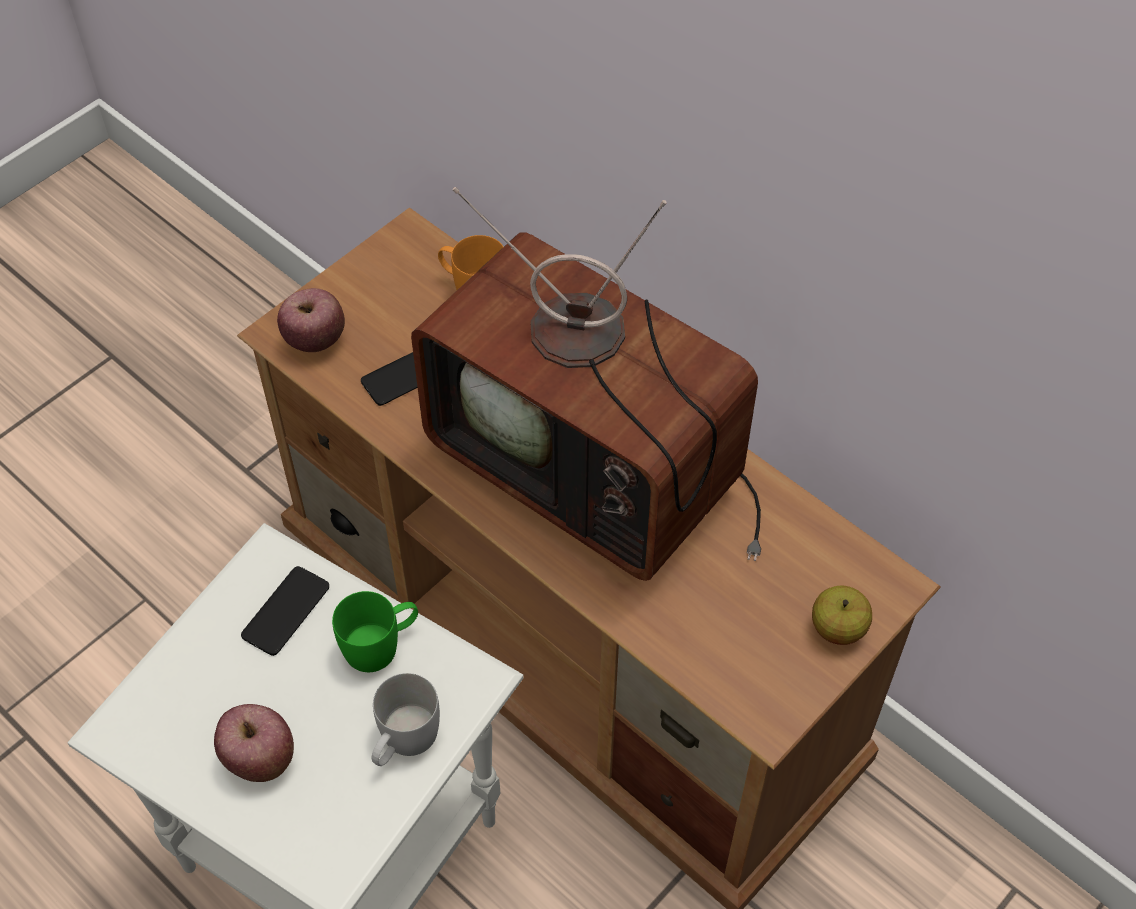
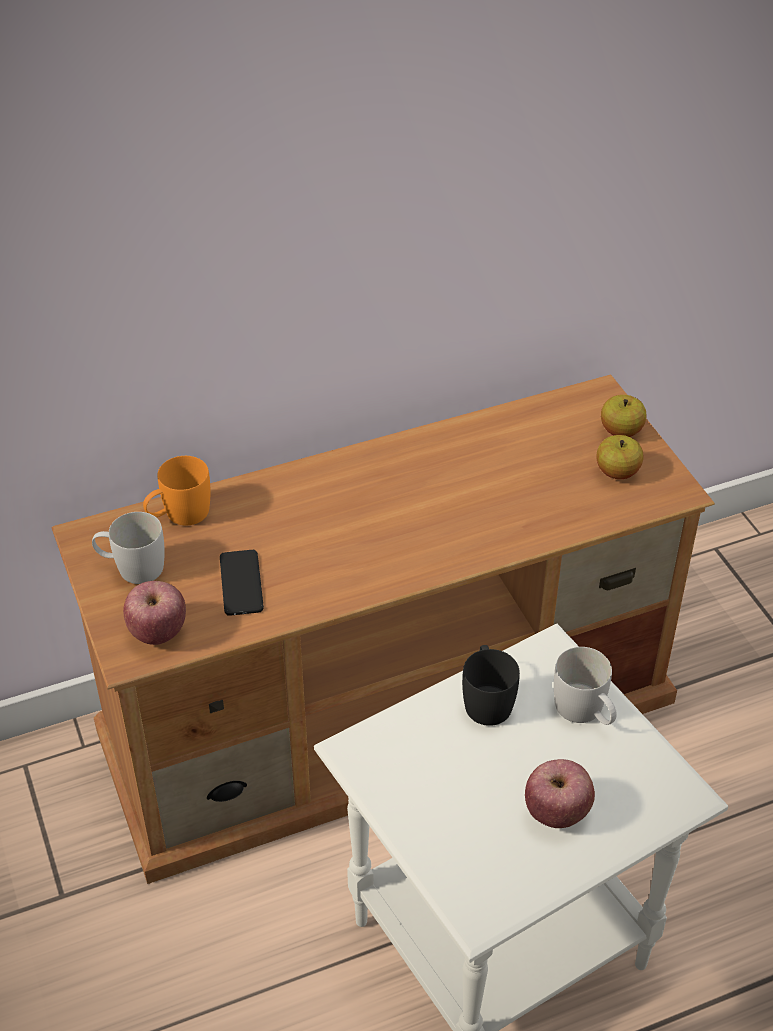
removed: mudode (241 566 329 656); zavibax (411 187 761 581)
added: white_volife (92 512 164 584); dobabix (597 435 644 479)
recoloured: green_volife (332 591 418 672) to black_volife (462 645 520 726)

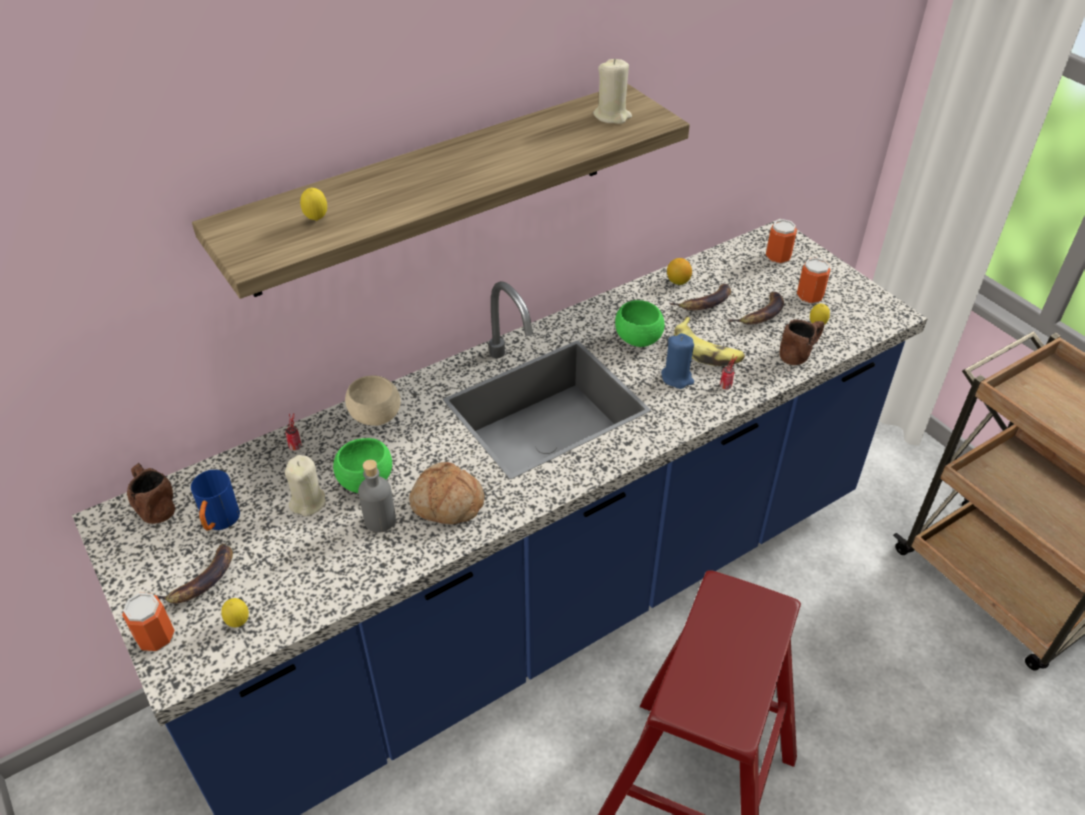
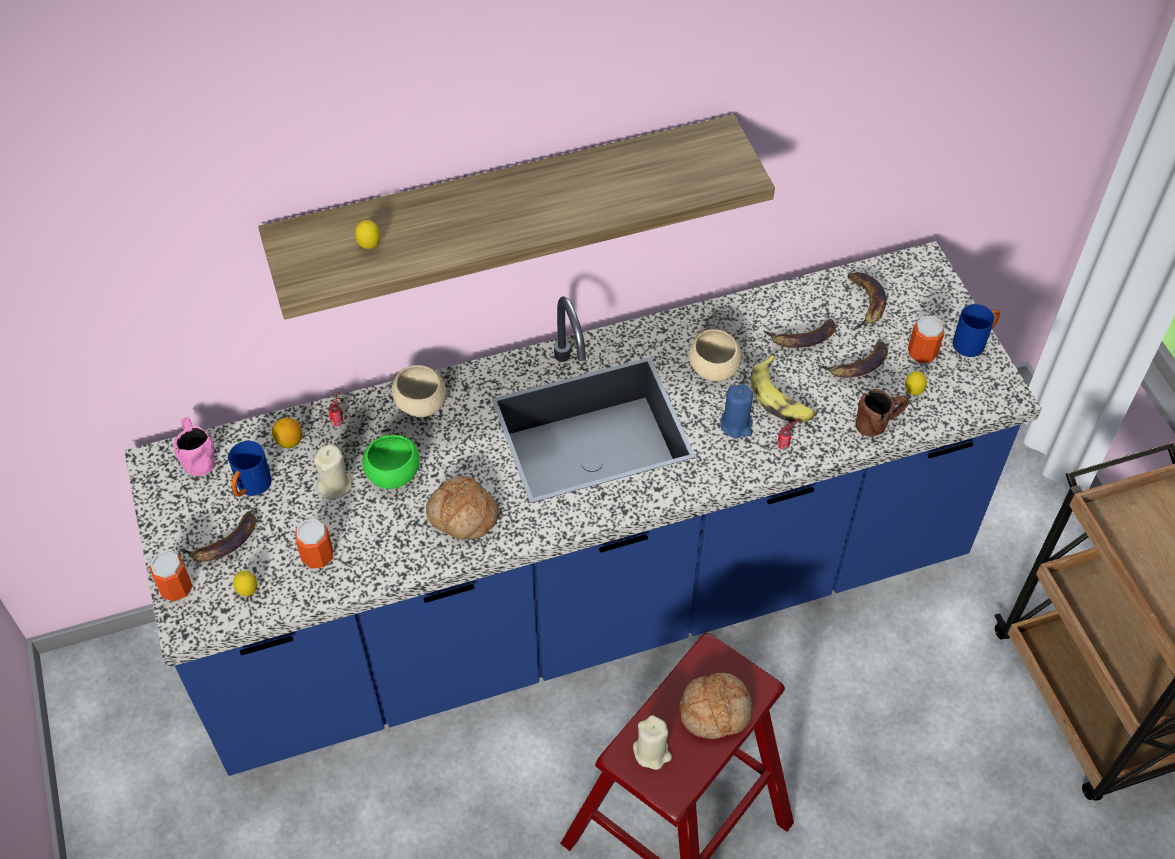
removed: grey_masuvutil (358 460 396 533)
added: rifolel (679 673 752 739); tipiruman (847 272 886 330); blue_volife (952 304 1000 357)
moved: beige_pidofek (593 58 632 124) to (633 715 672 770); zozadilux (667 258 692 285) to (272 418 302 448); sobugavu (766 219 797 264) to (295 519 333 569)
recoloured: brown_volife (127 463 175 524) to pink_volife (173 417 215 476); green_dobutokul (615 300 665 347) to beige_dobutokul (689 329 741 381)

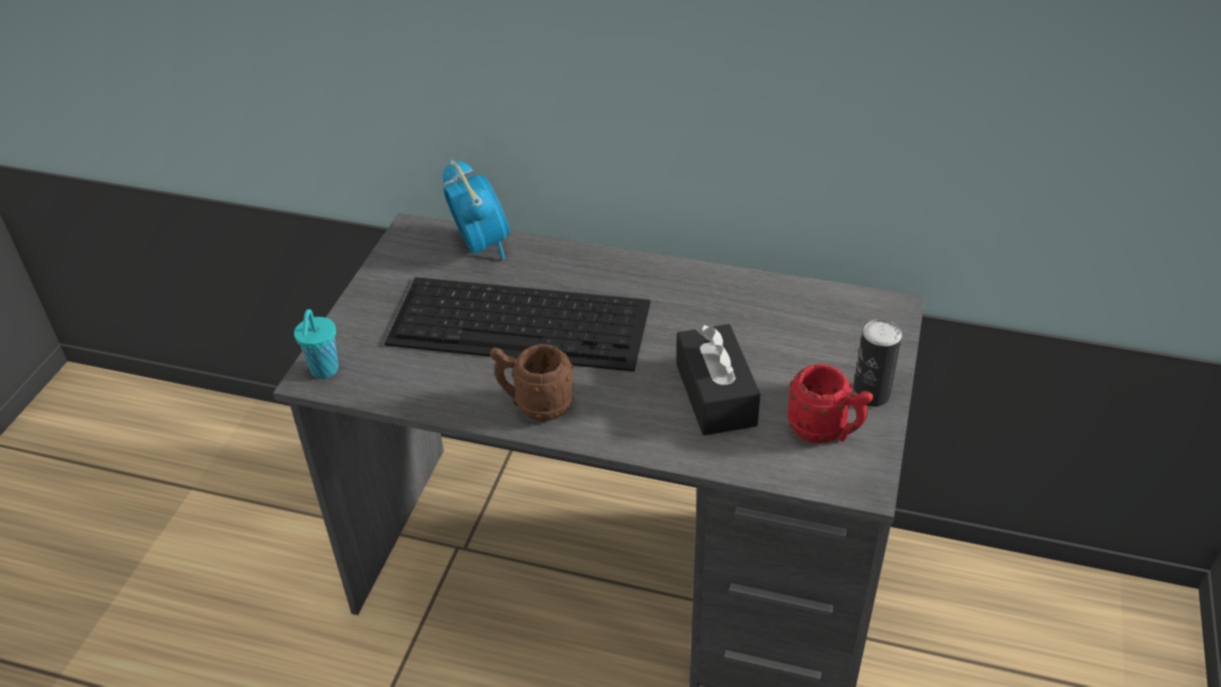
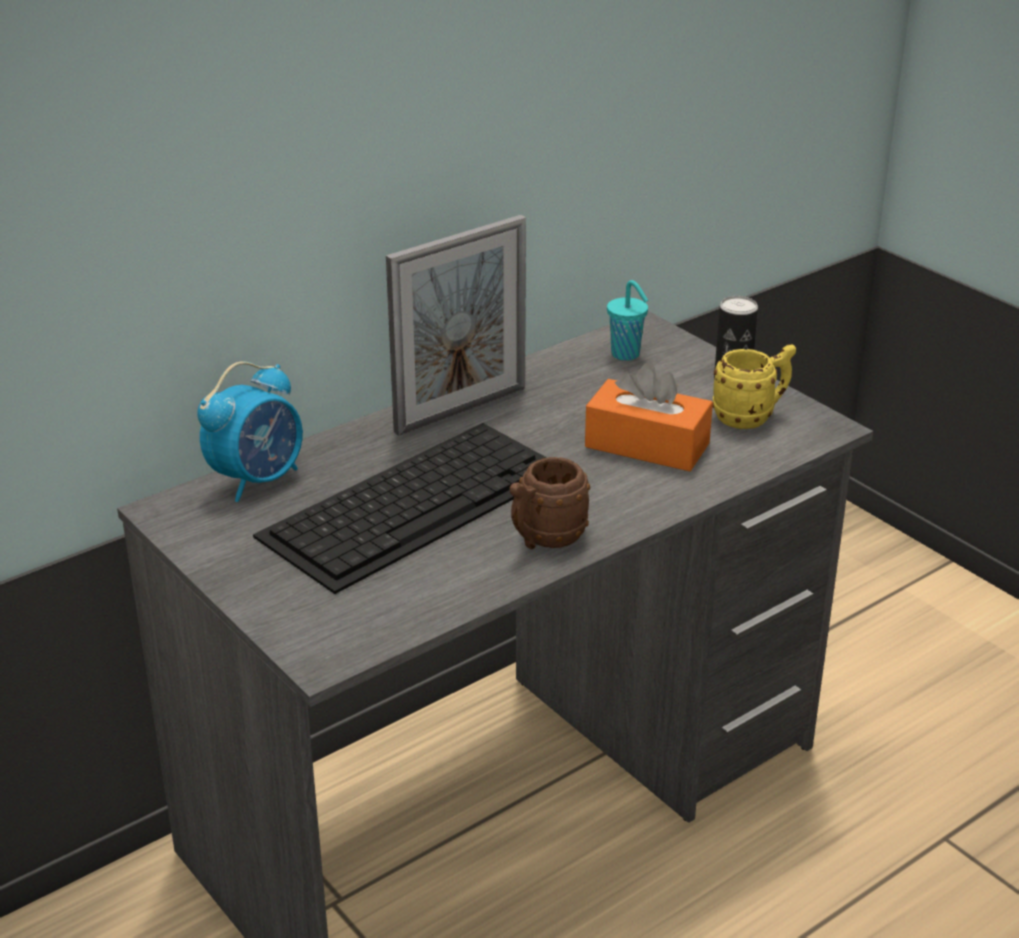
added: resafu (386 215 526 436)
moved: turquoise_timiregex (294 309 339 378) to (607 280 648 361)
recoloured: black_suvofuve (676 324 760 436) to orange_suvofuve (585 362 713 471); red_volife (787 364 873 443) to yellow_volife (713 344 796 429)
turned: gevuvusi (442 159 510 260) = (197 361 303 502) 120 degrees clockwise

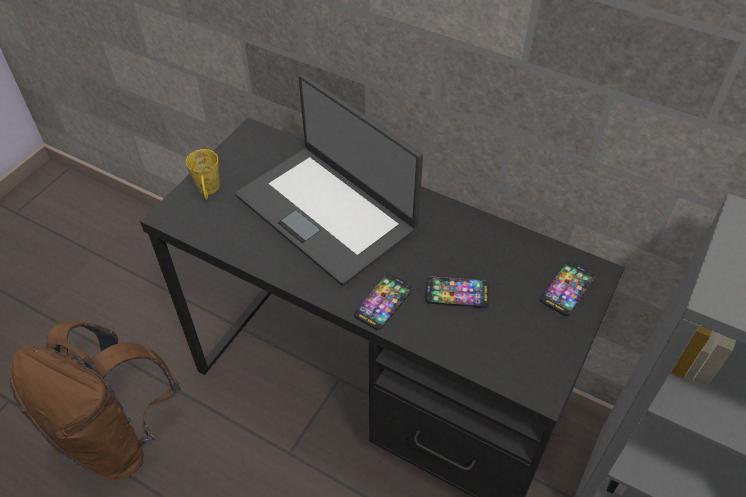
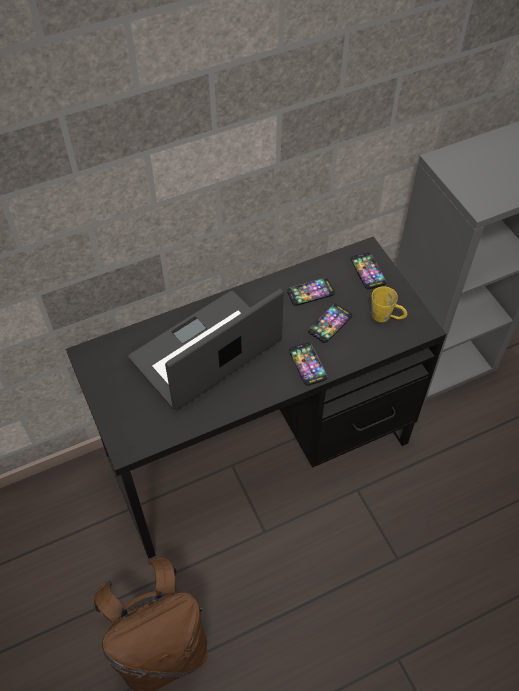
added: mudode (287 278 335 306)
moved: yellow_volife (186 149 220 200) to (371 286 407 322)
turned: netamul (235 74 423 286) = (128 288 284 410) 150 degrees clockwise

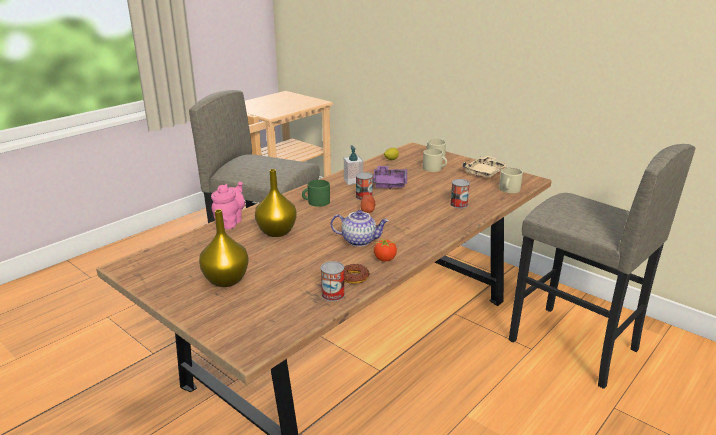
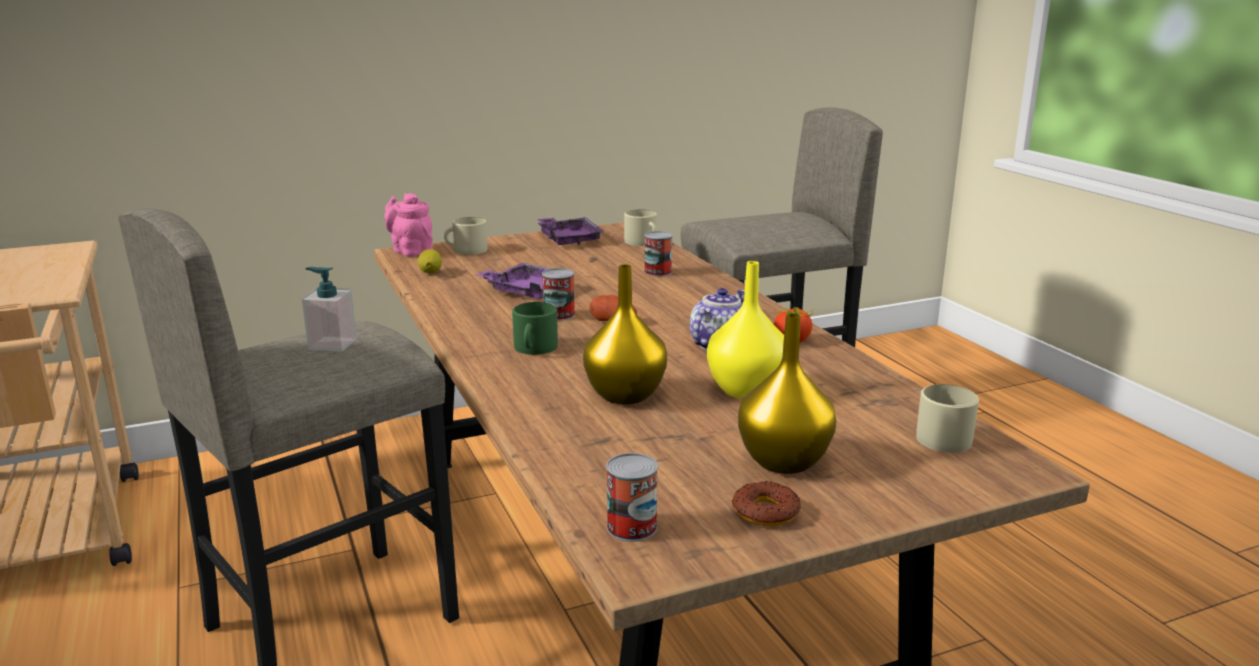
added: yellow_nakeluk (707 261 784 399)
moved: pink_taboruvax (211 182 245 229) to (384 193 433 257); sobugavu (321 261 345 301) to (606 453 658 542); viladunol (344 145 363 185) to (302 267 357 352); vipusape (344 264 370 284) to (732 481 801 526); beige_volife (423 149 447 172) to (916 384 979 453)
recoloured: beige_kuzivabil (463 156 508 178) to purple_kuzivabil (538 217 605 245)

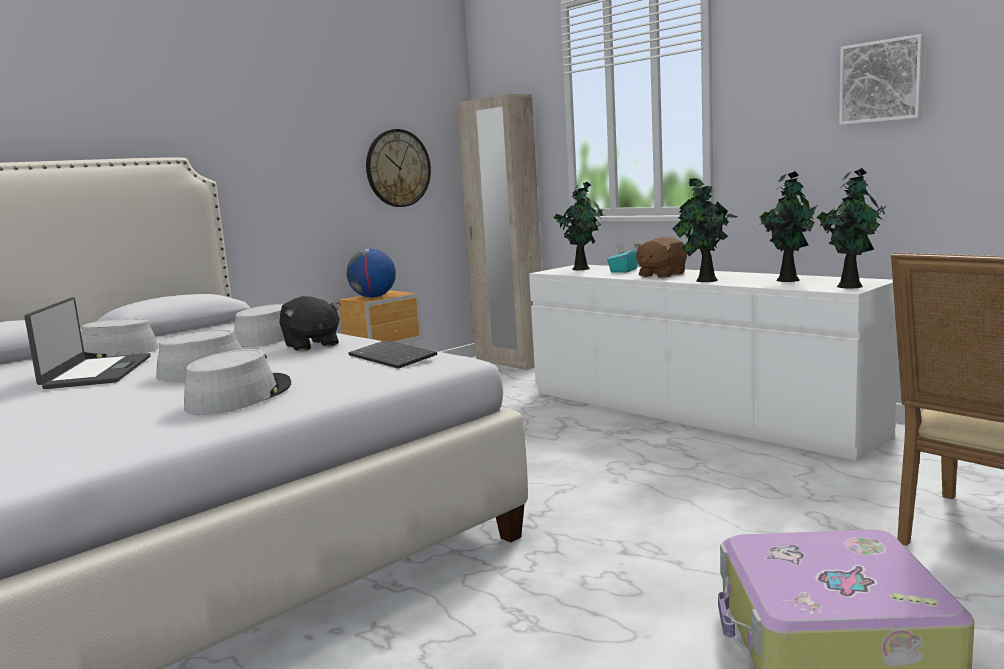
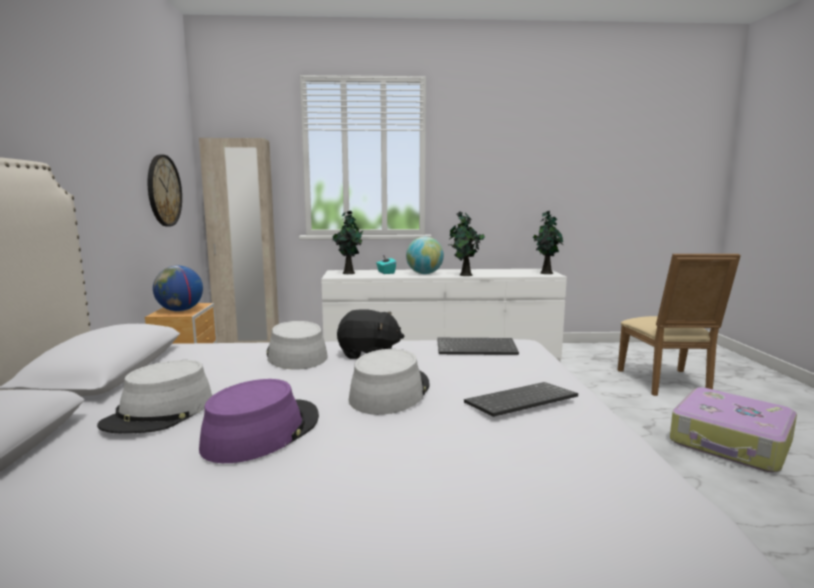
removed: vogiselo (759 171 817 282); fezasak (839 34 925 125)
replaced: netamul (24 297 151 389) to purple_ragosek (199 379 319 463); grey_ragosek (184 349 291 415) to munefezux (464 382 578 417); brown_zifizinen (635 237 687 278) to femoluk (406 237 444 274)

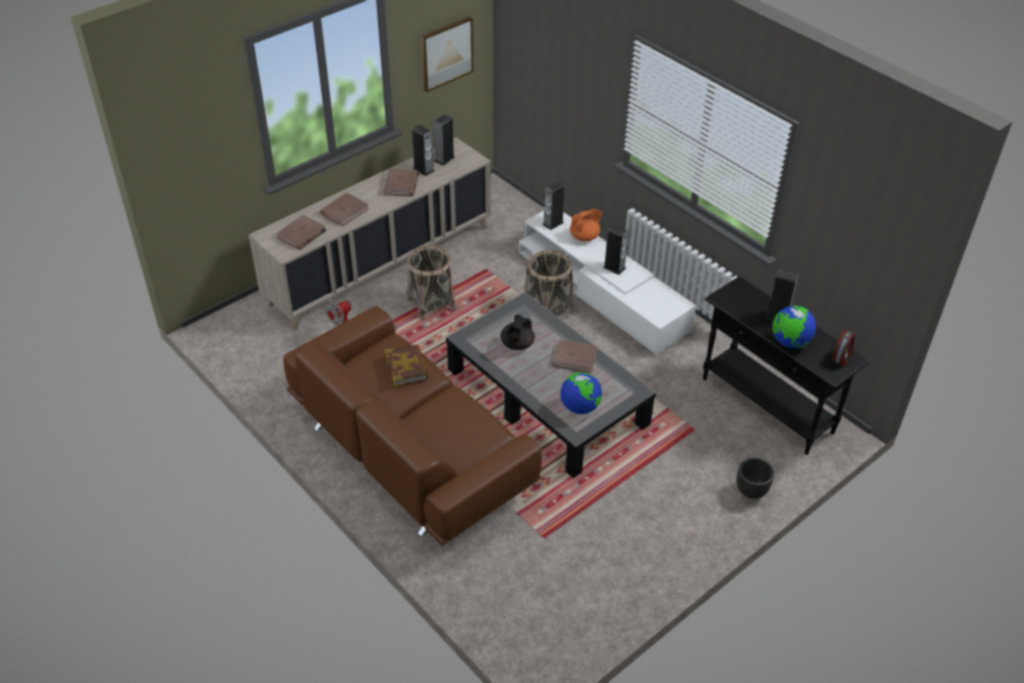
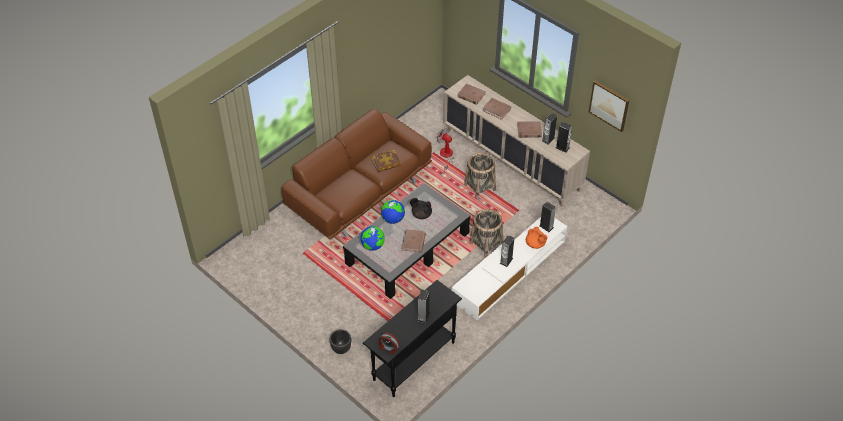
moved: femoluk (772 306 816 348) to (381 200 405 224)

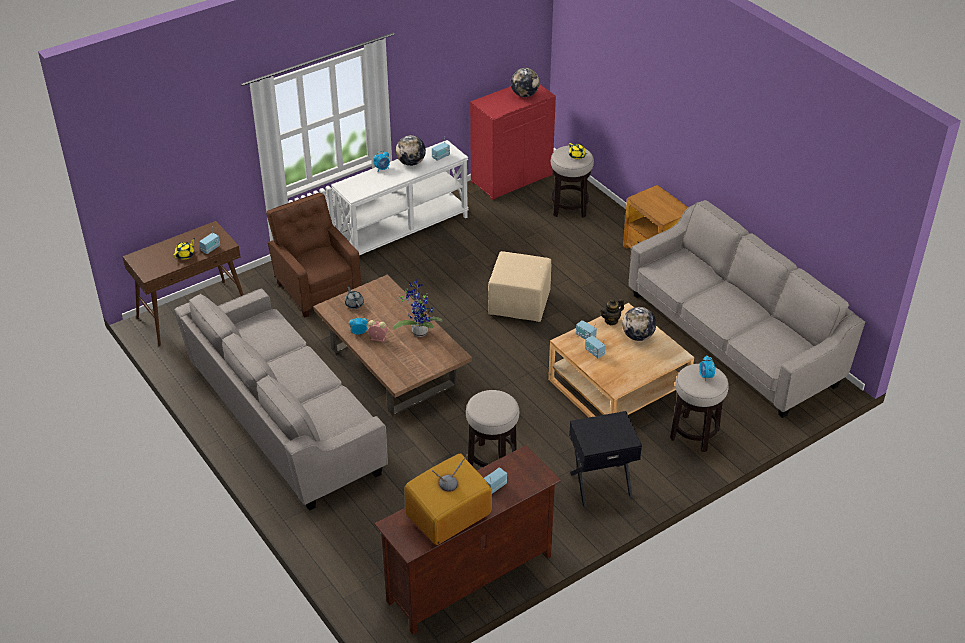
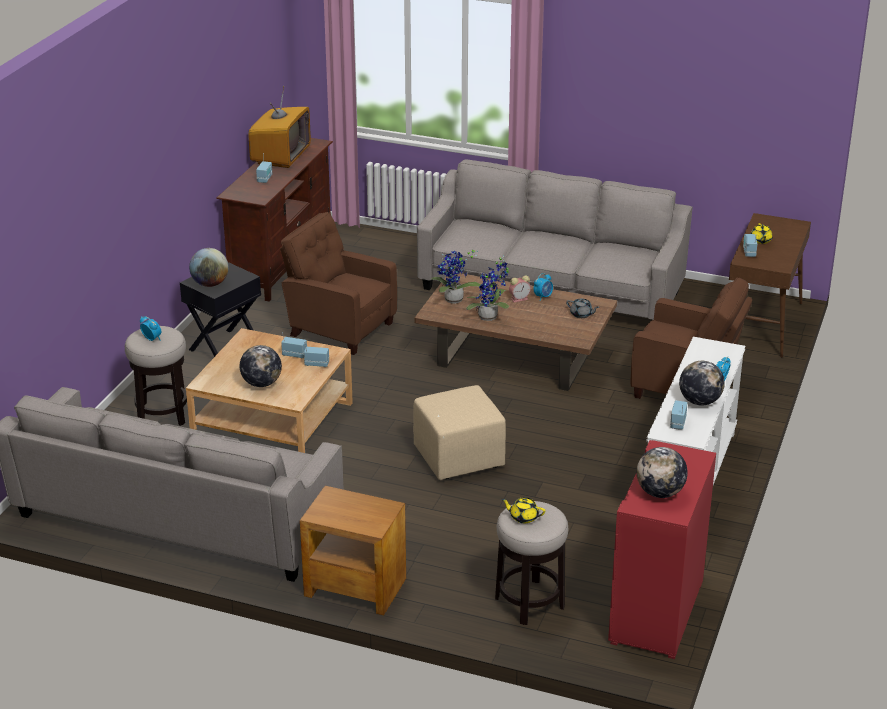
removed: taboruvax (600 299 624 325)
added: femoluk (189 248 229 287); vogiselo (431 250 481 304)
replaced: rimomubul (466 390 519 467) to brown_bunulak (280 212 397 355)

